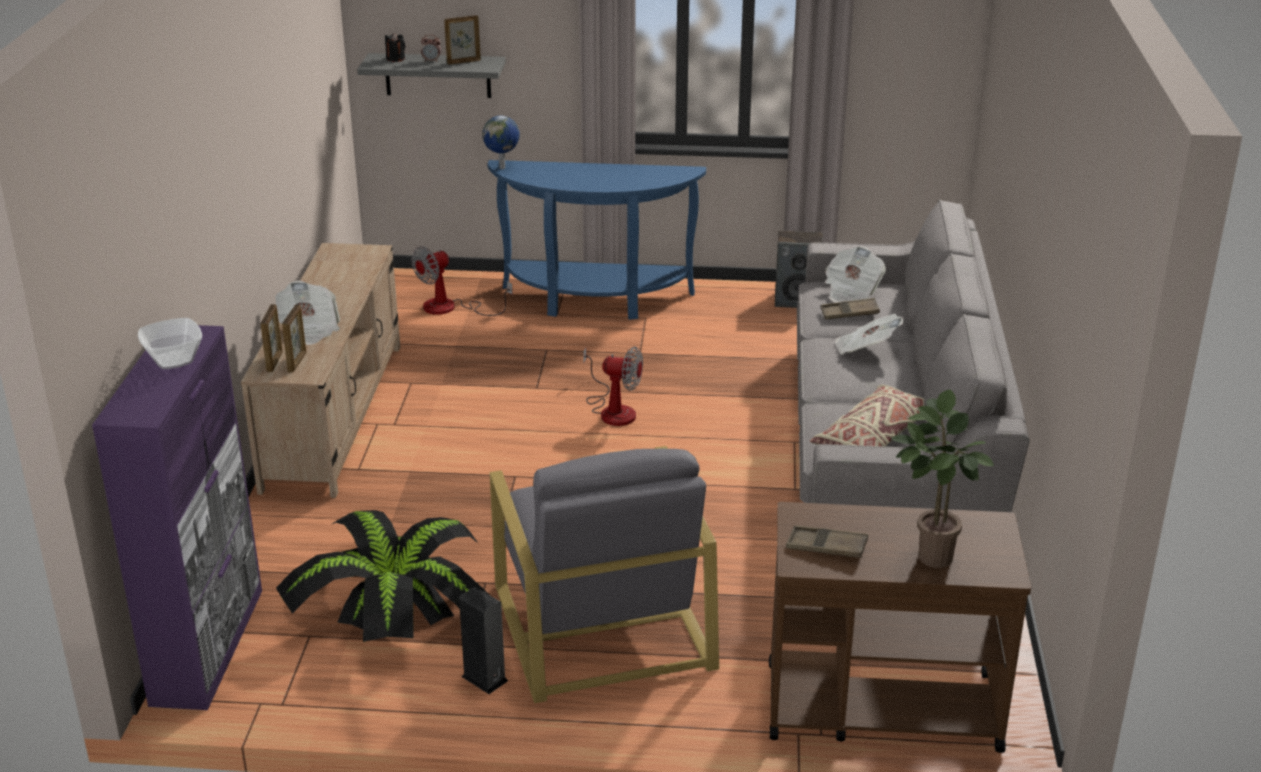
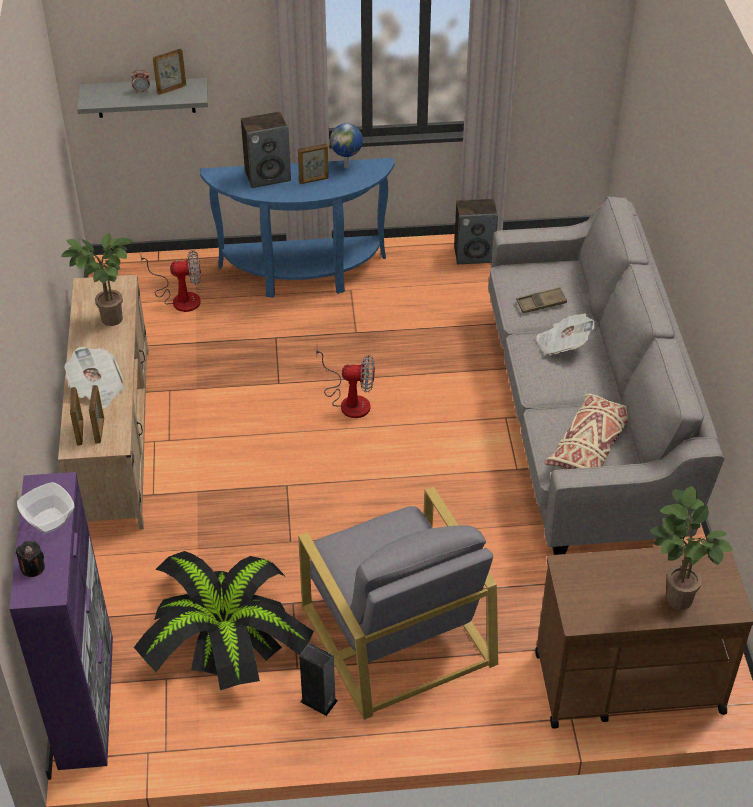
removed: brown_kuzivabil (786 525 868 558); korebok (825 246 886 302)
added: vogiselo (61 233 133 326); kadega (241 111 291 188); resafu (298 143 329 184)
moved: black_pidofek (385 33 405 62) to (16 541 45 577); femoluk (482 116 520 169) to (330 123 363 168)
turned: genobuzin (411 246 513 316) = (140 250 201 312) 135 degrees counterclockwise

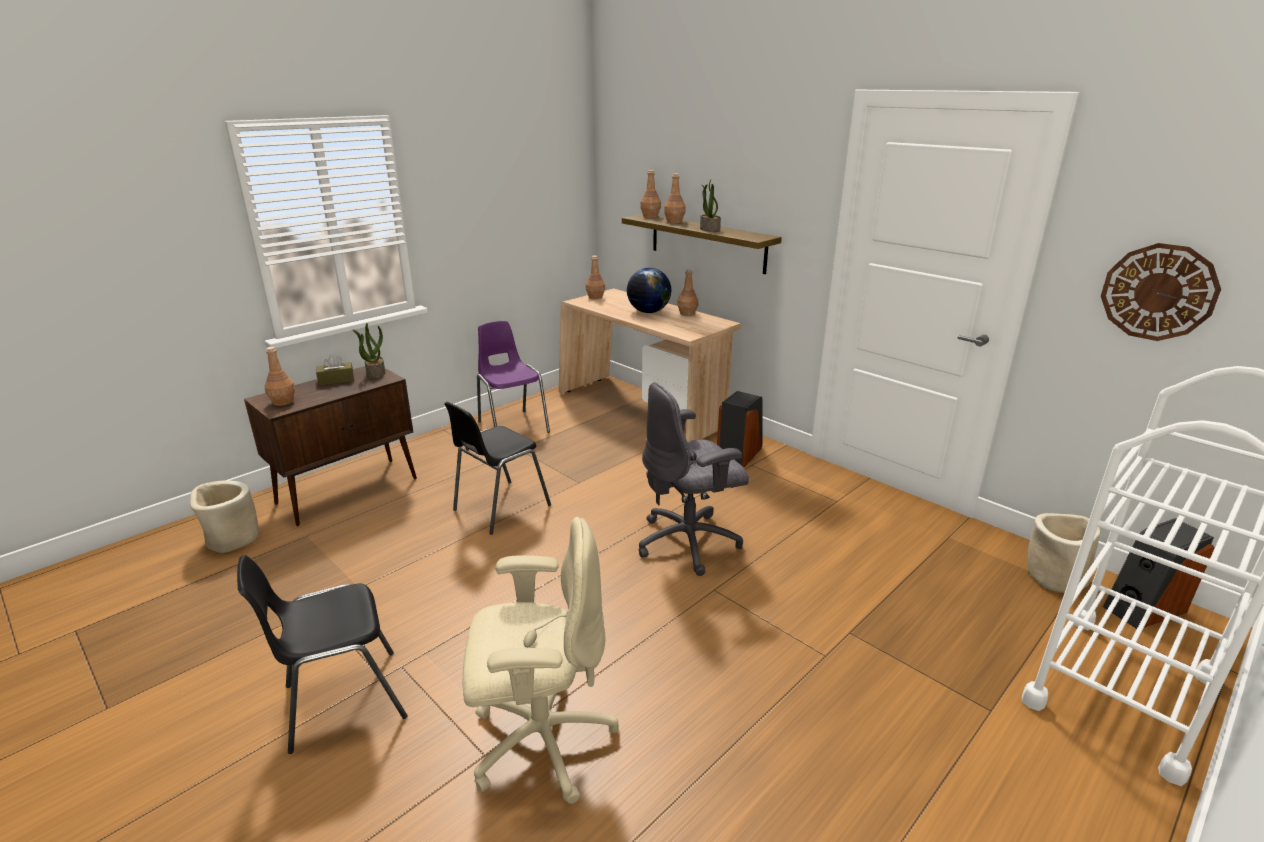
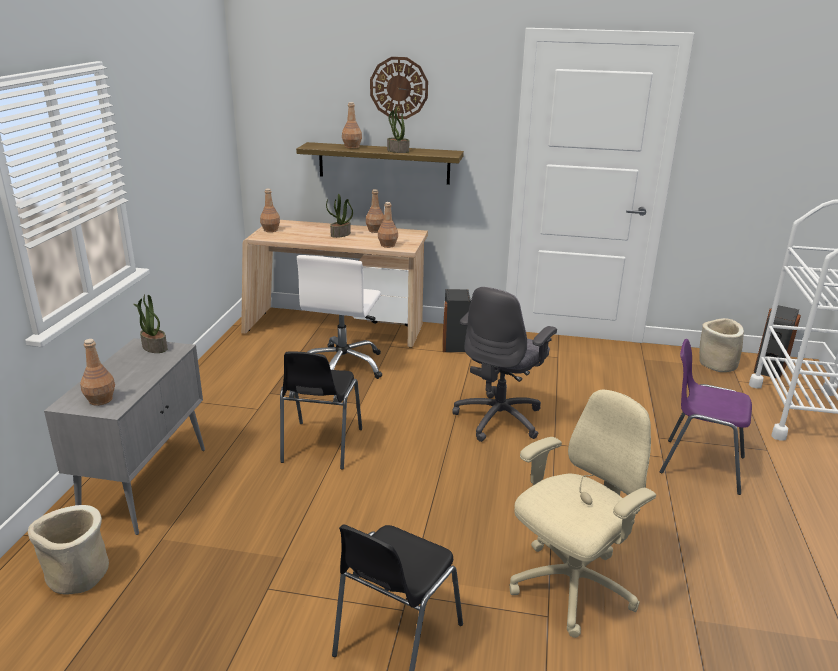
removed: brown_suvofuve (316 354 354 386)
added: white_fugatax (297 255 382 379)
moved: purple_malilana (477 321 550 433) to (660 339 752 495); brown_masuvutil (640 170 661 218) to (378 202 398 248); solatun (1101 243 1221 341) to (370 57 428 119)
replaced: femoluk (627 268 671 313) to vogiselo (326 194 353 238)
recoloured: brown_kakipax (244 366 417 526) to grey_kakipax (44 338 205 535)

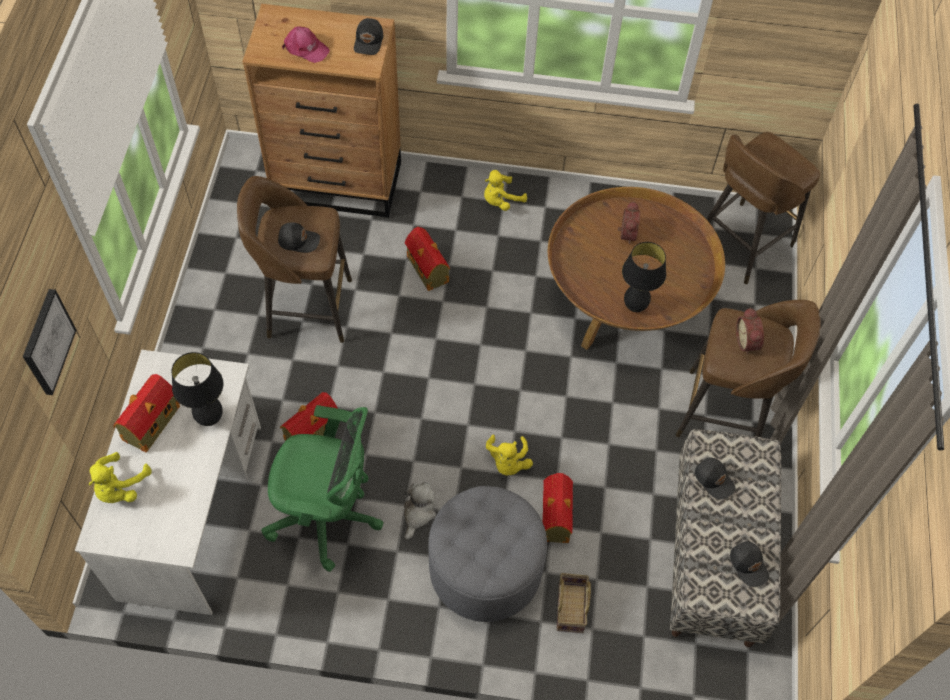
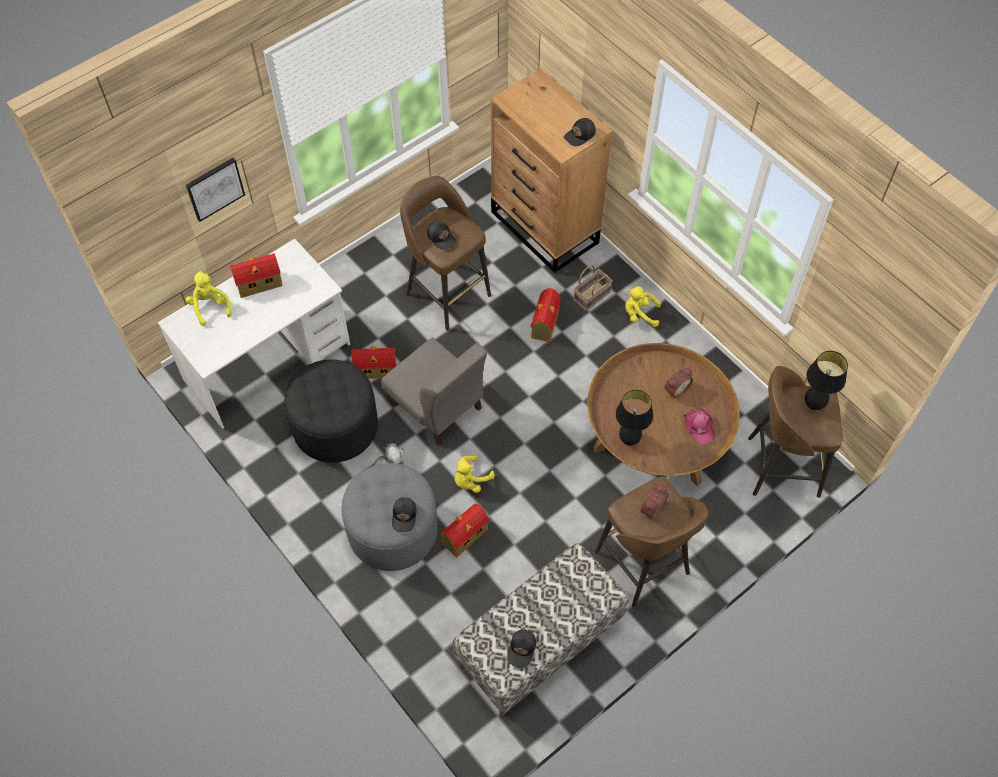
added: grey_malilana (381 338 487 446)
moved: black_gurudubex (172 352 223 426) to (805 351 848 410); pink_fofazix (282 26 330 63) to (683 409 715 445); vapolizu (556 573 591 633) to (574 265 613 311); black_fofazix (695 457 736 499) to (392 497 417 532)
replaced: green_fugatax (261 405 383 572) to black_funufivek (284 359 378 463)
turned: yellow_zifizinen (89 452 152 503) = (186 271 231 326) 90 degrees clockwise

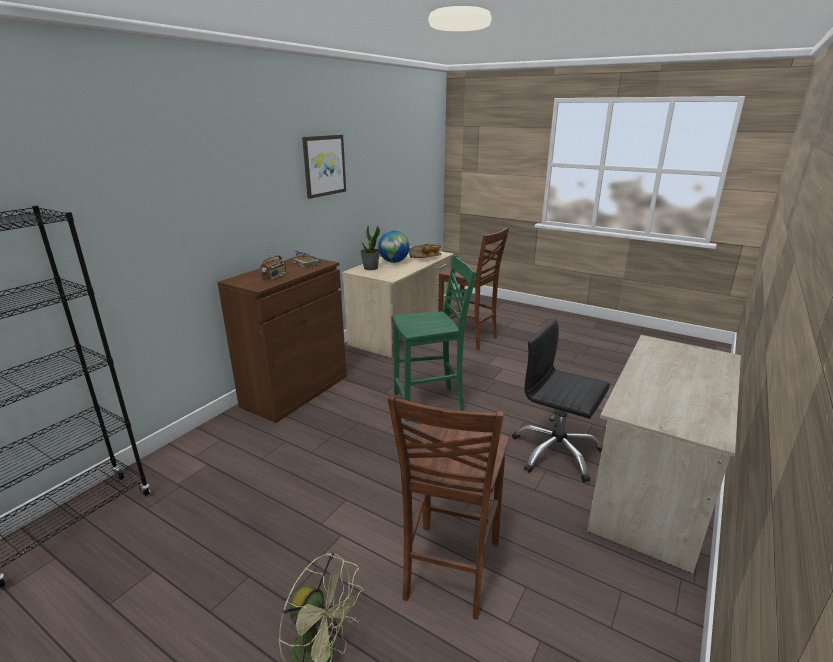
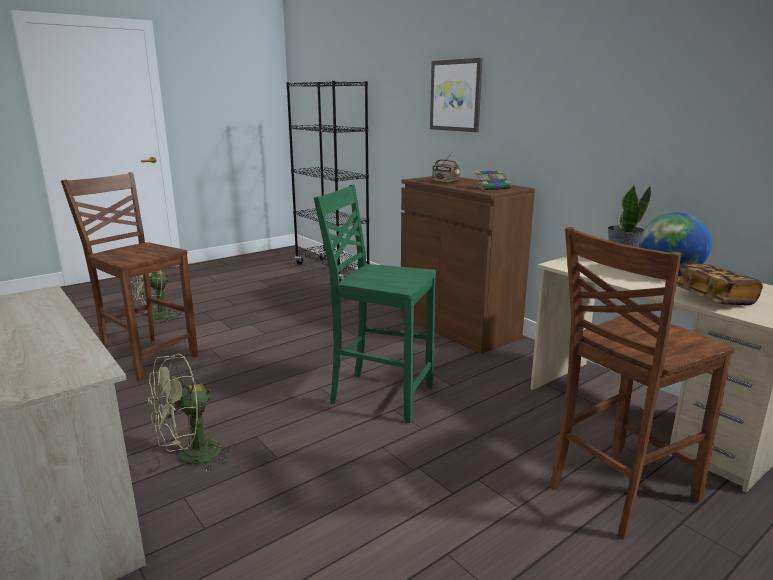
moved: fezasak (302 135 346 199) to (430 58 483 132)
replaced: black_fugatax (512 318 610 482) to green_genobuzin (148 354 236 472)
turned: green_malilana (393 256 477 421) = (314 184 436 423) 105 degrees clockwise

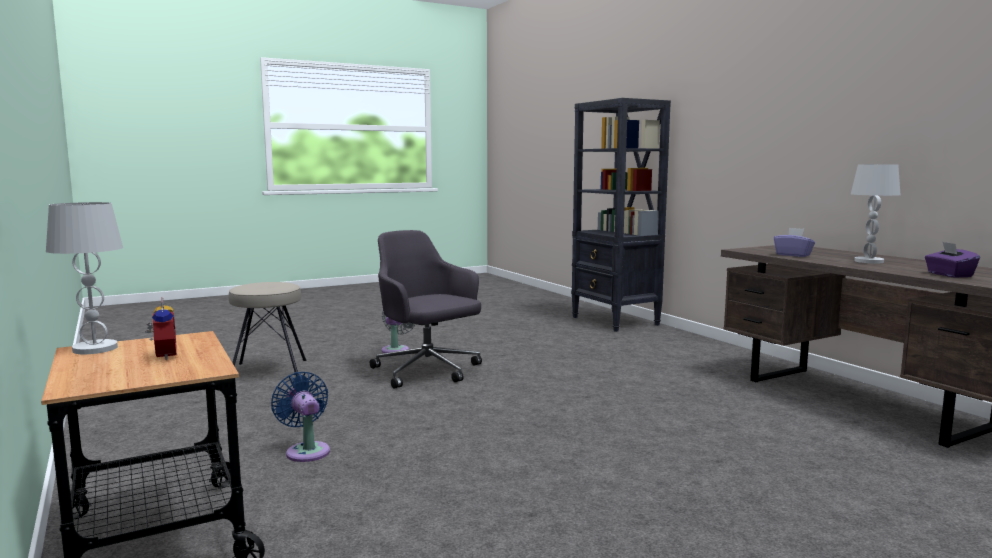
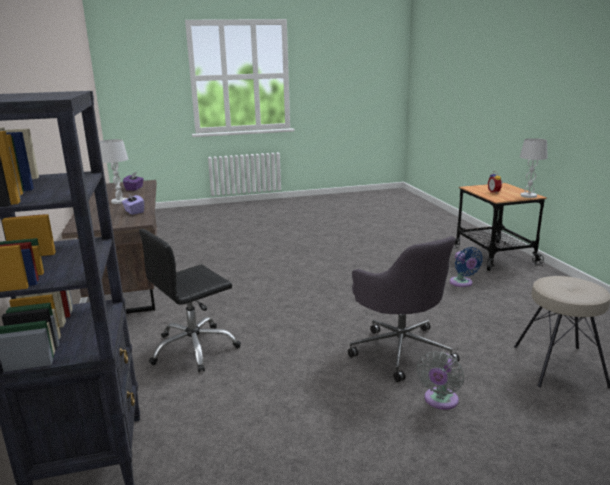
added: black_fugatax (139 229 241 372)

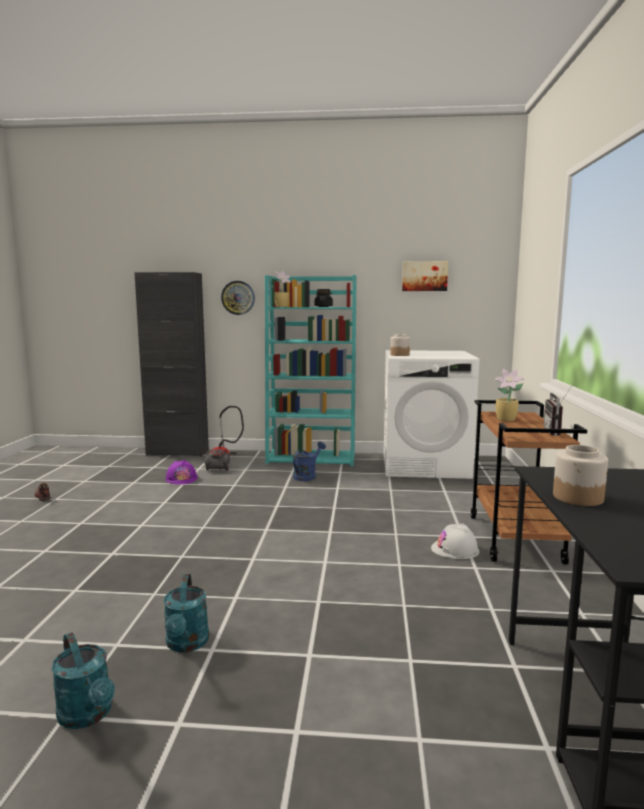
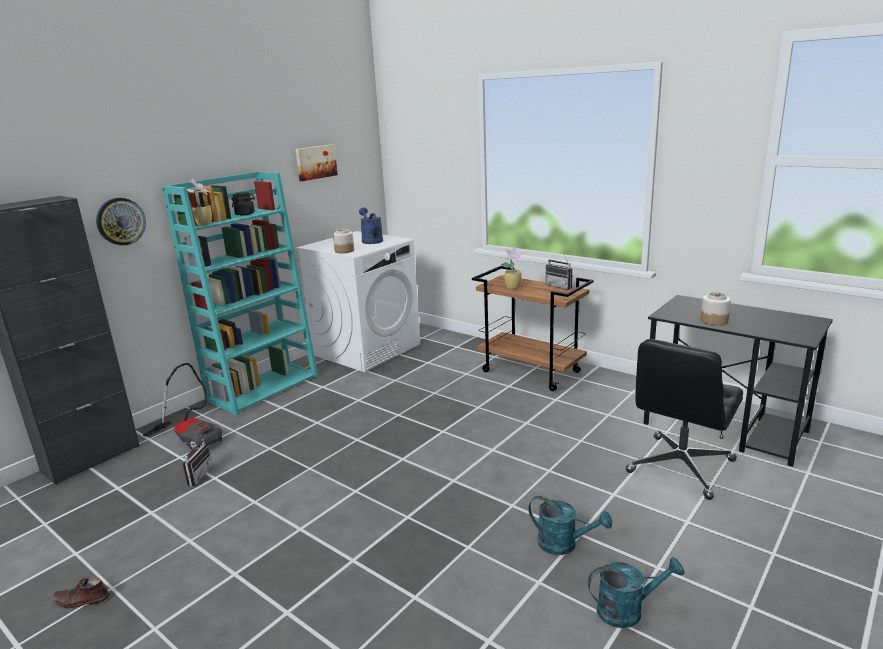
removed: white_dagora (431 524 479 559)
added: black_fugatax (626 339 743 500)
moved: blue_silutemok (293 442 326 481) to (359 207 383 244)
replaced: purple_dagora (165 460 198 485) to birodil (180 439 213 486)

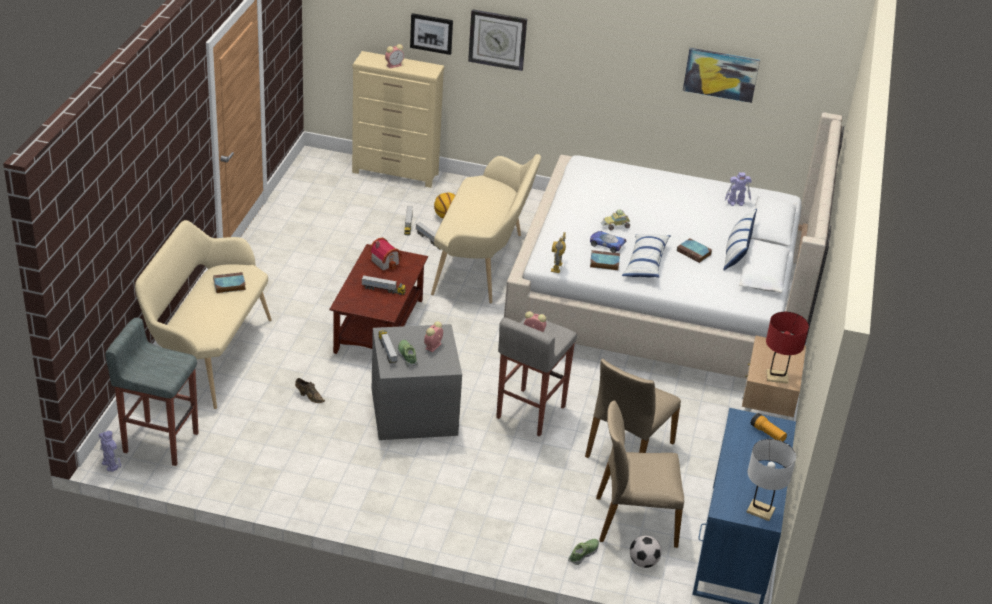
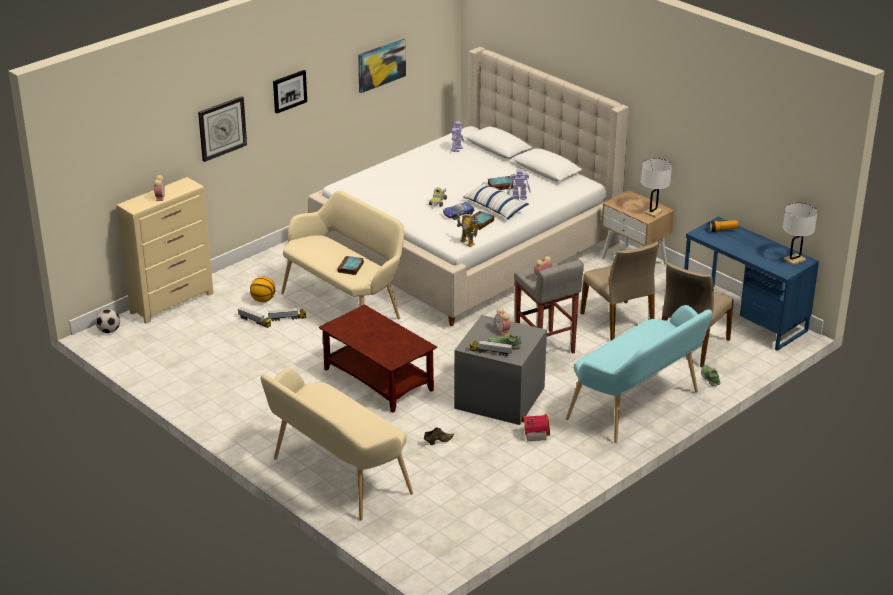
removed: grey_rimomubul (105 317 199 466); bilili (362 275 406 295); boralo (723 209 757 271)
added: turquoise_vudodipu (566 305 712 443)
moved: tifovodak (99 431 121 472) to (507 168 530 200); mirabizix (213 272 246 293) to (337 256 364 275); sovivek (369 238 402 270) to (522 414 550 441); fezasak (410 13 453 55) to (273 70 307 114); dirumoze (630 535 662 568) to (96 309 120 333)
recoloured: red_gurudubex (766 312 809 384) to white_gurudubex (641 158 672 217)

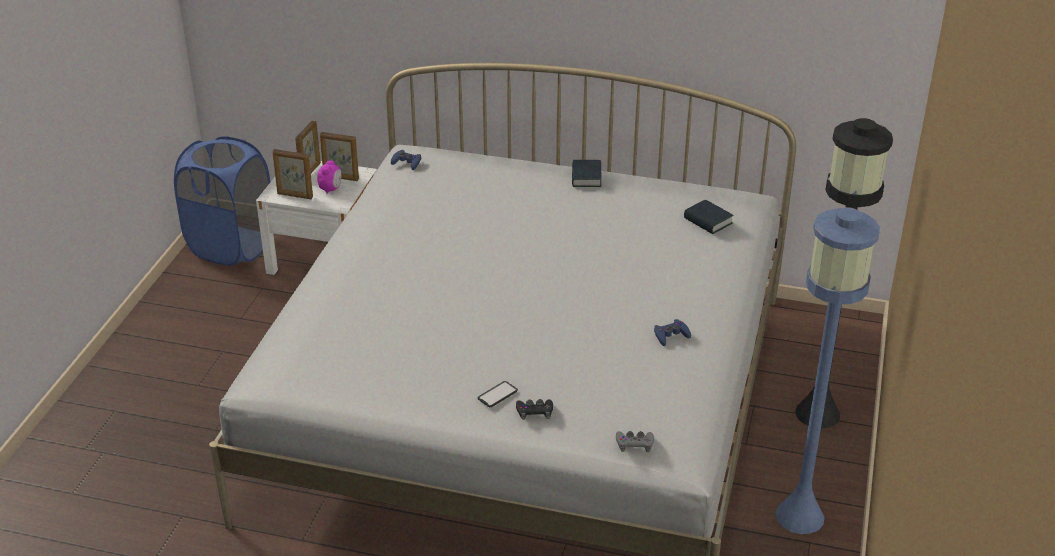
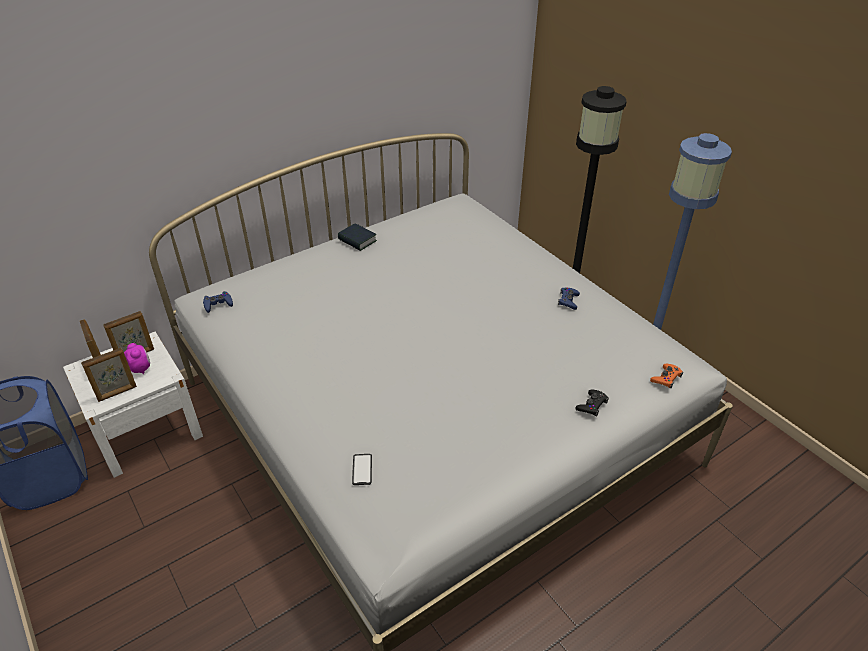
removed: mirabizix (684 200 733 234)
moved: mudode (478 381 518 407) to (352 454 372 485)
recoloured: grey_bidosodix (616 431 654 452) to orange_bidosodix (650 364 683 388)

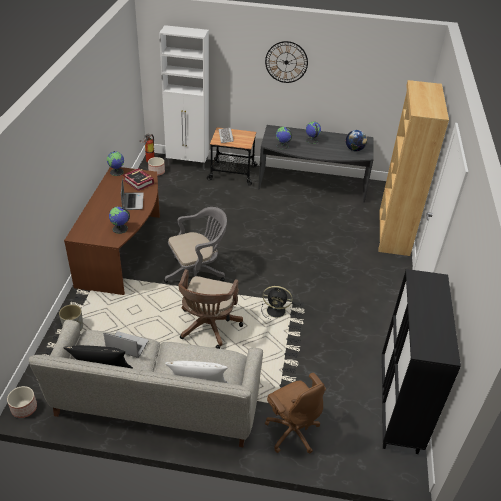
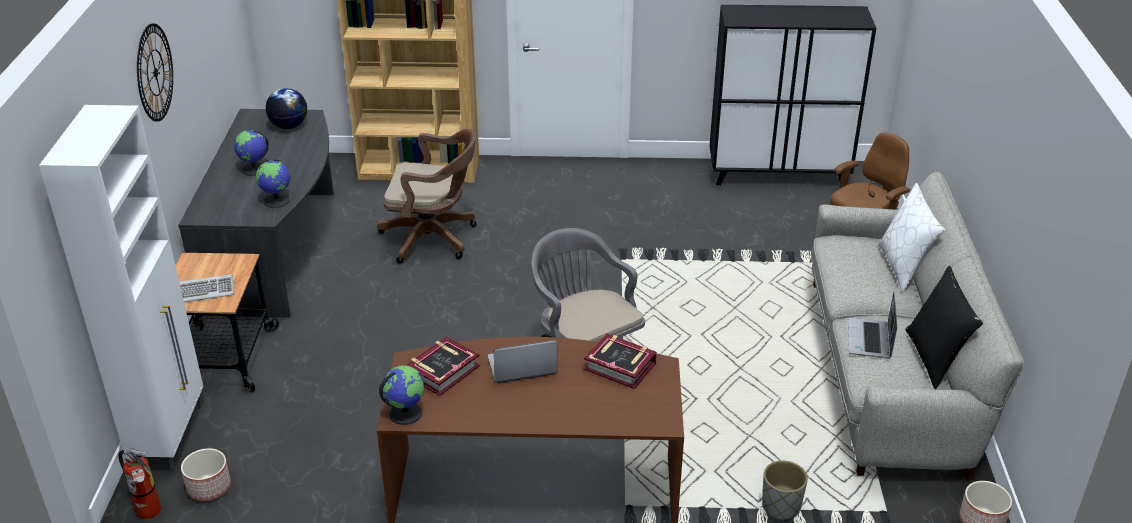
removed: black_genobuzin (262 286 293 320)
moved: brown_fugatax (178 269 243 349) to (377 129 477 264)
replaced: femoluk (109 206 130 234) to mirabizix (584 333 657 389)

